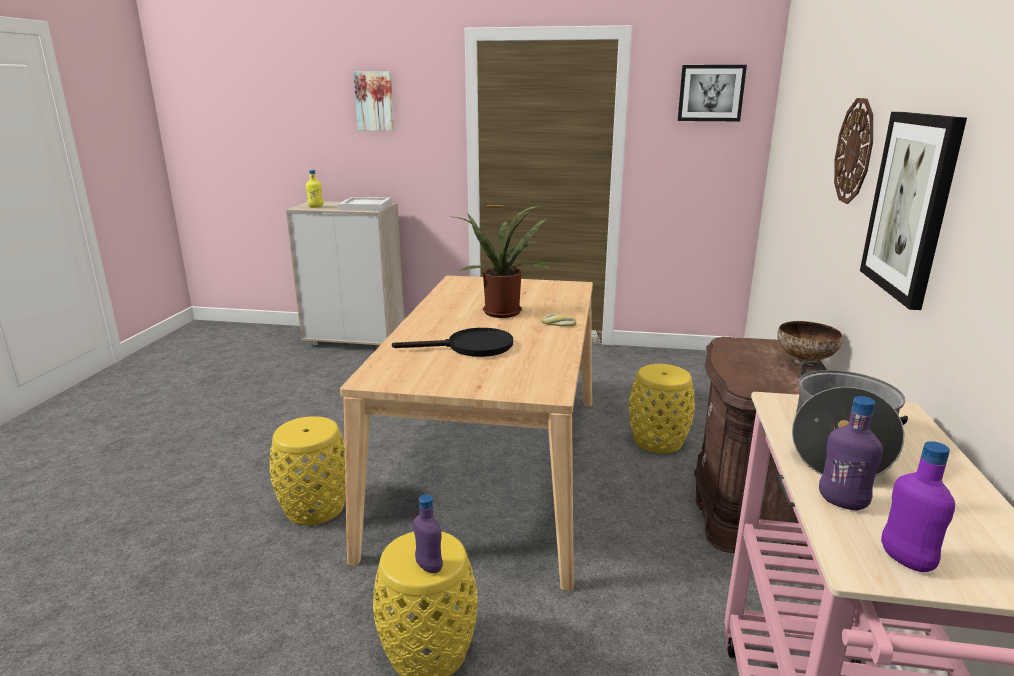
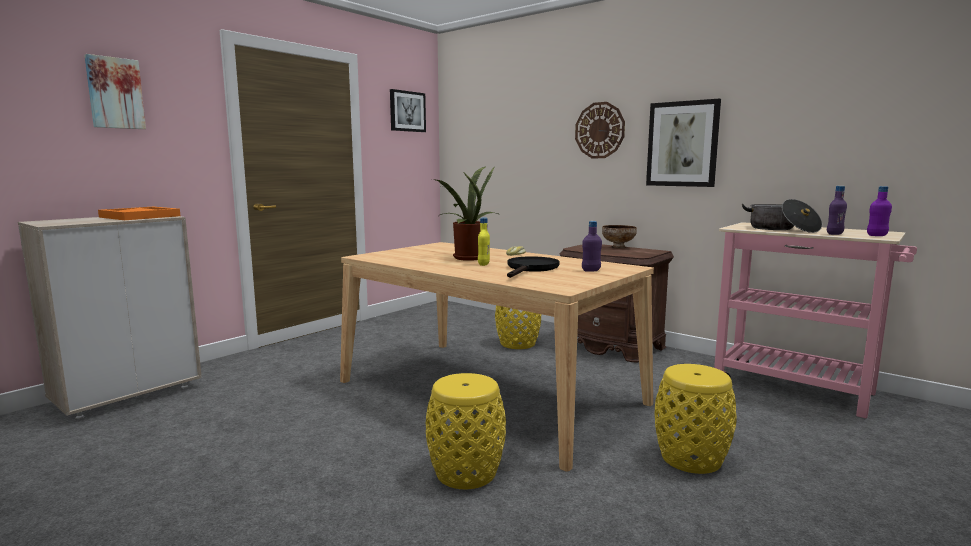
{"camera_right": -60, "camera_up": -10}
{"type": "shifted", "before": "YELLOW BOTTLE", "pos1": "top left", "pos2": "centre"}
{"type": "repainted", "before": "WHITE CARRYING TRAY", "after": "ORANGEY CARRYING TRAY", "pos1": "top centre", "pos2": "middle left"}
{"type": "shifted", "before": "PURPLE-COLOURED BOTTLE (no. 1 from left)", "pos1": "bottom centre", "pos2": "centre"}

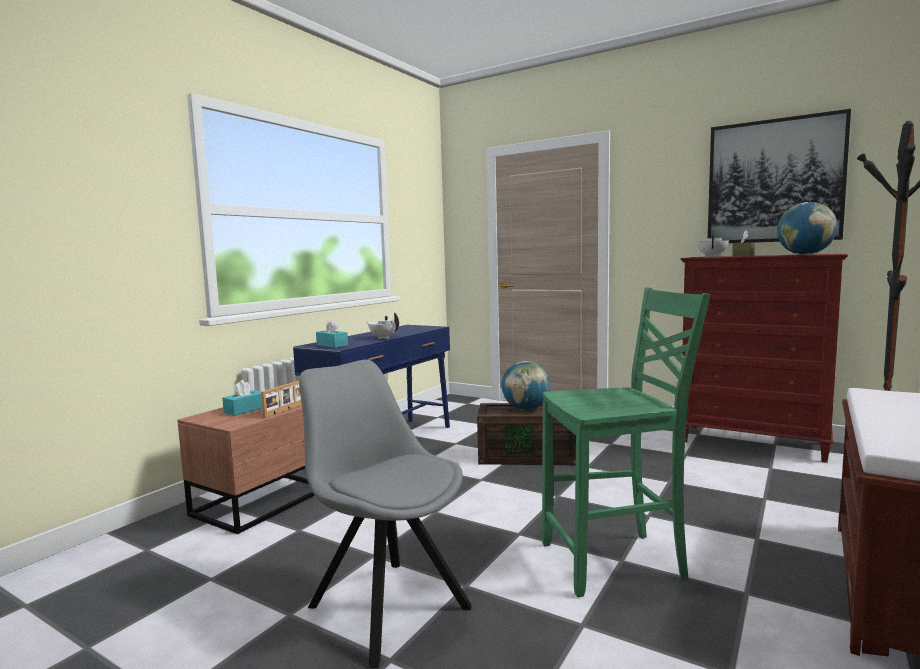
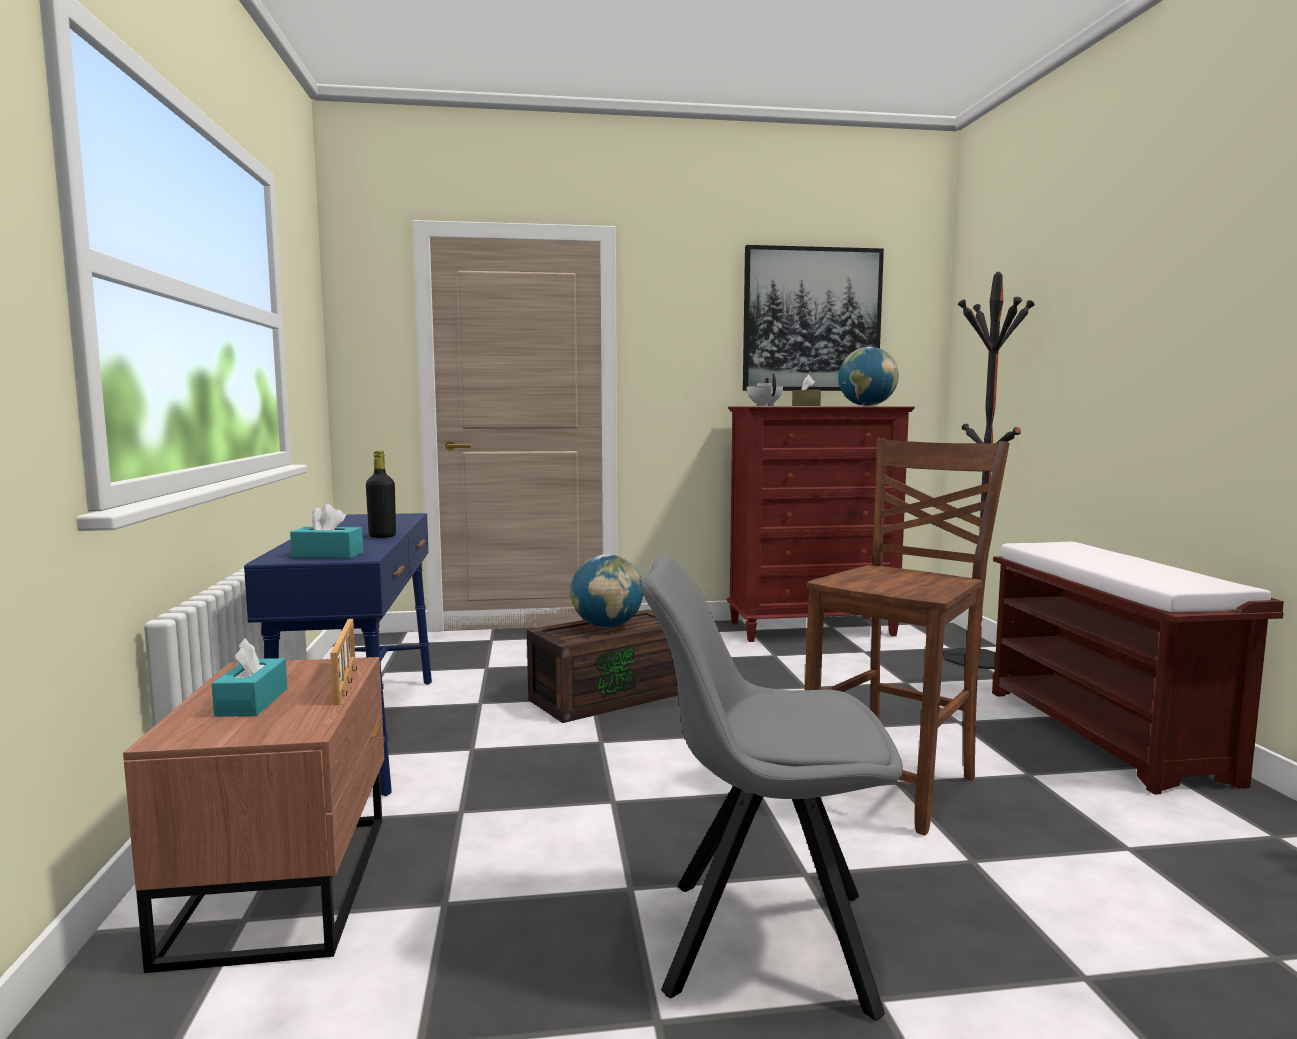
{"camera_right": -40, "camera_up": 0}
{"type": "swapped", "before": "WHITE POT FOR TEA (no. 1 from left)", "after": "BLACK-COLOURED BOTTLE", "pos1": "centre", "pos2": "middle left"}
{"type": "repainted", "before": "GREEN-COLOURED UPRIGHT CHAIR", "after": "BROWN UPRIGHT CHAIR", "pos1": "middle right", "pos2": "middle right"}

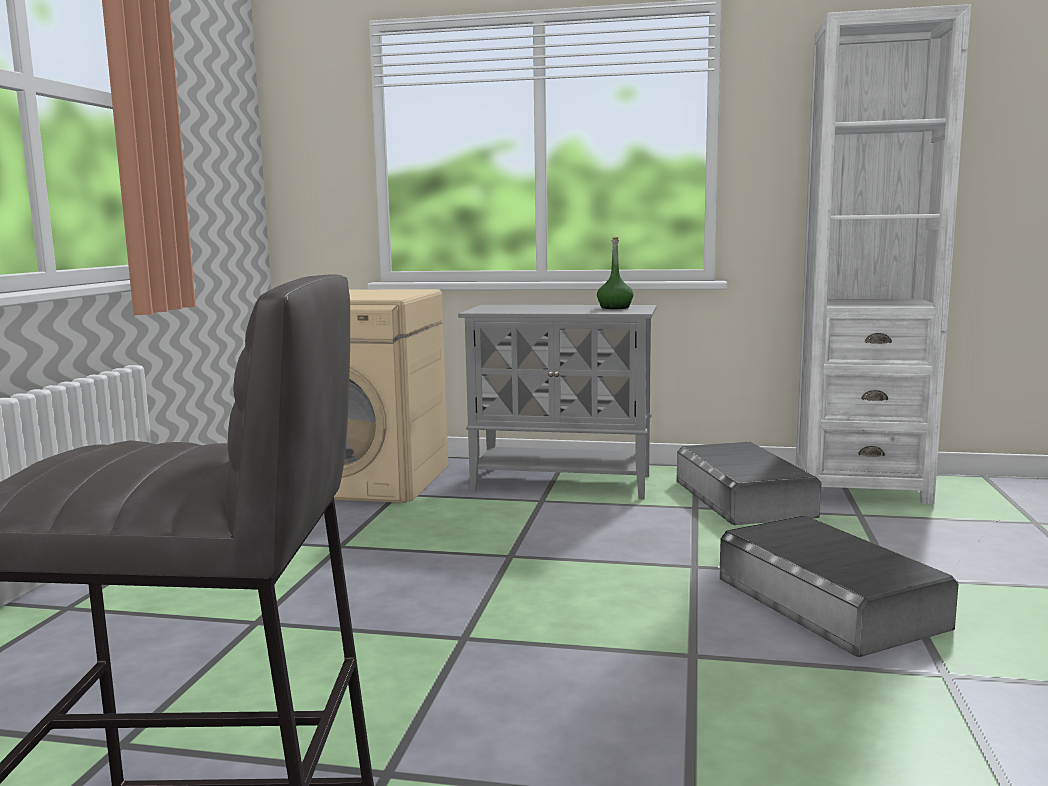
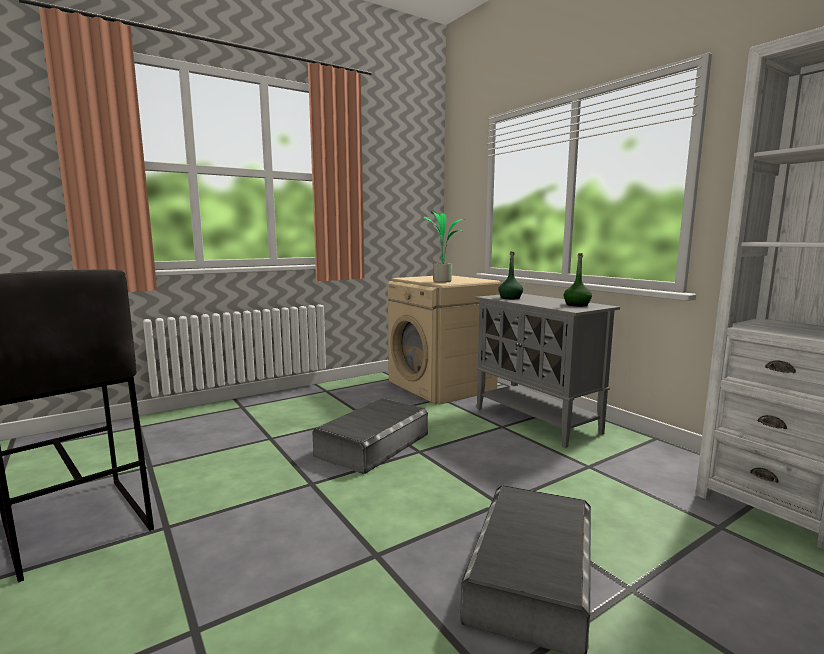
{"camera_right": 45, "camera_up": 0}
{"type": "shifted", "before": "GREYISH STORAGE BOX (no. 1 from left)", "pos1": "middle right", "pos2": "bottom centre"}
{"type": "new", "after": "HOUSEPLANT", "pos2": "centre"}
{"type": "new", "after": "GREEN-COLOURED BOTTLE (no. 1 from left)", "pos2": "centre"}

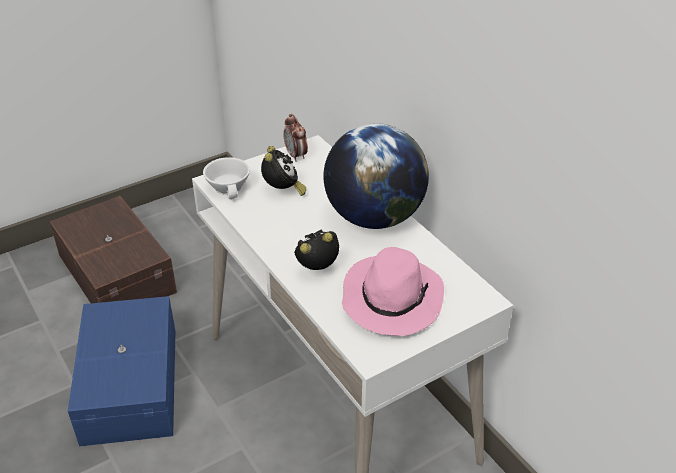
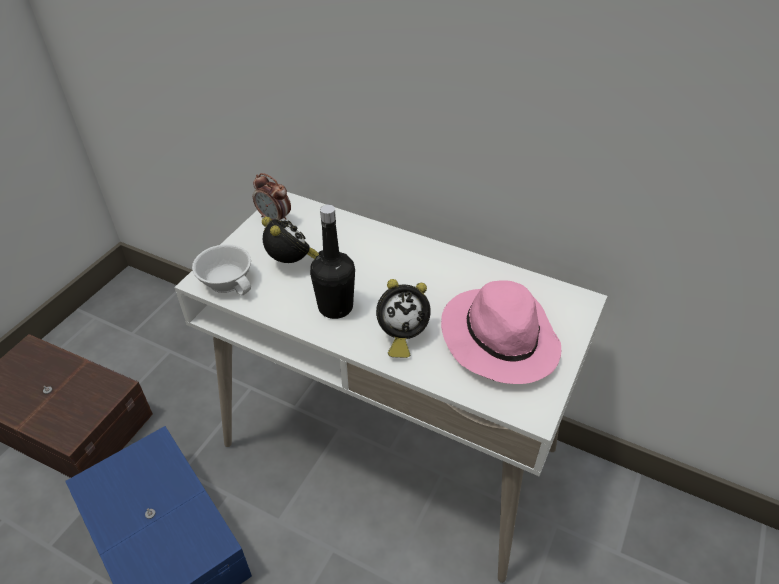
{"camera_right": -30, "camera_up": 5}
{"type": "rotated", "before": "ALARM CLOCK (no. 3 from left)", "pos1": "centre", "pos2": "centre", "turn": -135}
{"type": "gone", "before": "GLOBE", "pos1": "centre"}
{"type": "new", "after": "BLACK-COLOURED BOTTLE", "pos2": "centre"}

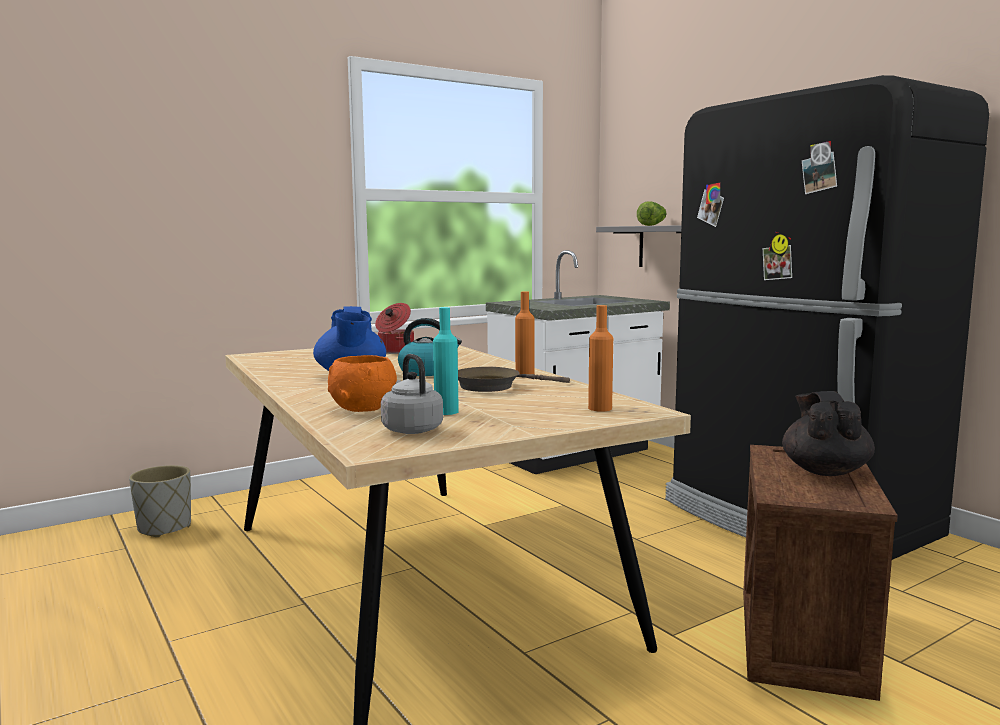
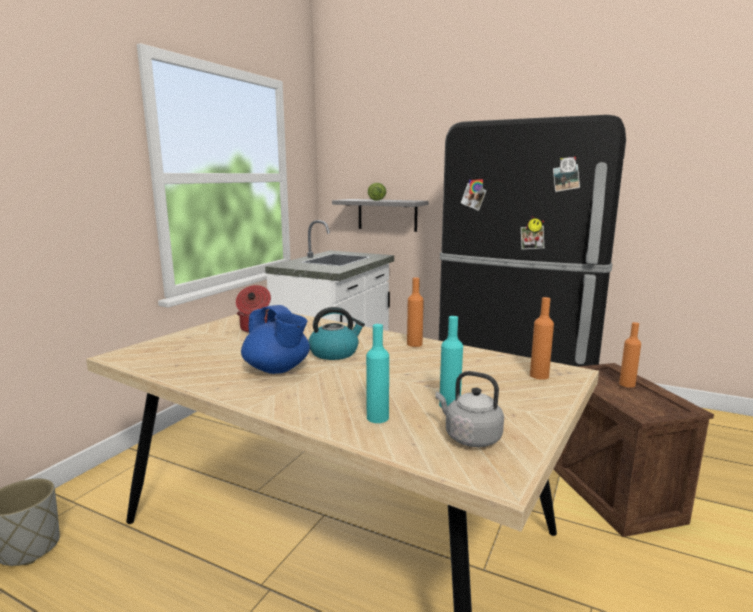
{"camera_right": -30, "camera_up": 5}
{"type": "swapped", "before": "ORANGEY SERVING BOWL", "after": "TURQUOISE-COLOURED BOTTLE (no. 1 from left)", "pos1": "centre", "pos2": "centre"}
{"type": "gone", "before": "BROWN PAN", "pos1": "centre"}
{"type": "swapped", "before": "BLACK-COLOURED POT FOR TEA", "after": "ORANGEY BOTTLE (no. 3 from left)", "pos1": "middle right", "pos2": "middle right"}

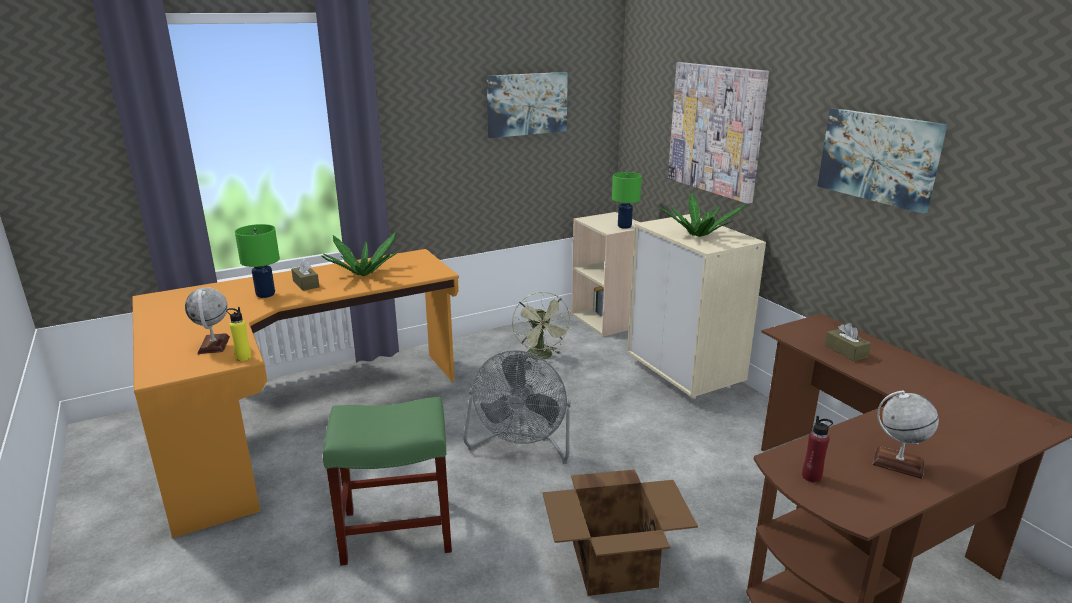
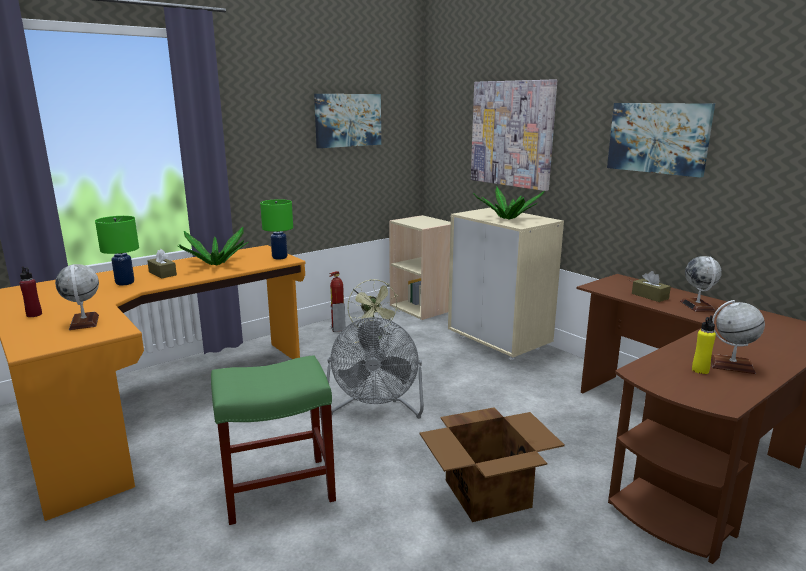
{"camera_right": -10, "camera_up": -5}
{"type": "shifted", "before": "YELLOW BOTTLE", "pos1": "middle left", "pos2": "middle right"}
{"type": "shifted", "before": "GREEN-COLOURED LAMP FOR A TABLE (no. 2 from left)", "pos1": "top centre", "pos2": "centre"}
{"type": "shifted", "before": "RED-COLOURED BOTTLE", "pos1": "bottom right", "pos2": "middle left"}
{"type": "new", "after": "FIRE-FIGHTING CYLINDER", "pos2": "centre"}
{"type": "new", "after": "GLOBE (no. 2 from left)", "pos2": "middle right"}

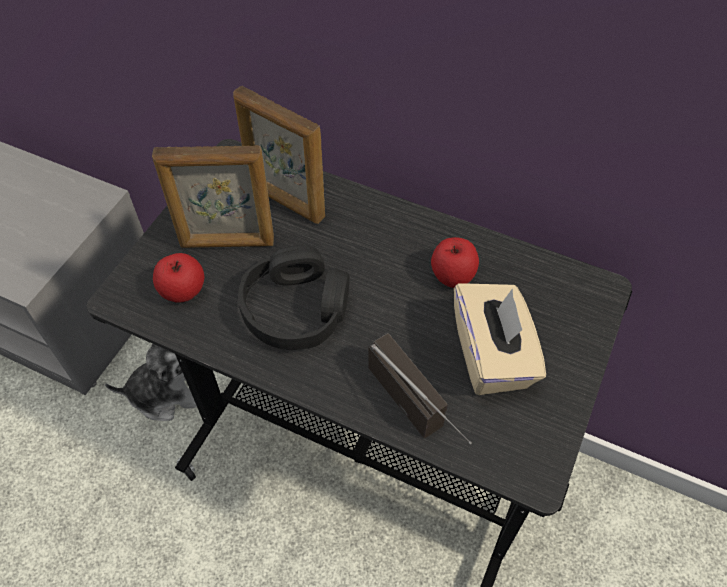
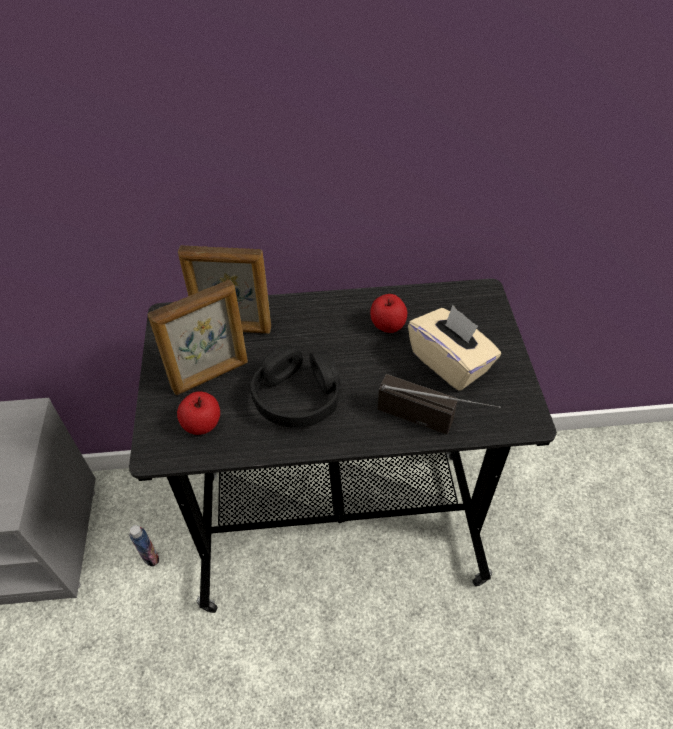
{"camera_right": -30, "camera_up": -5}
{"type": "swapped", "before": "PLUSH TOY", "after": "BOTTLE", "pos1": "middle left", "pos2": "bottom left"}

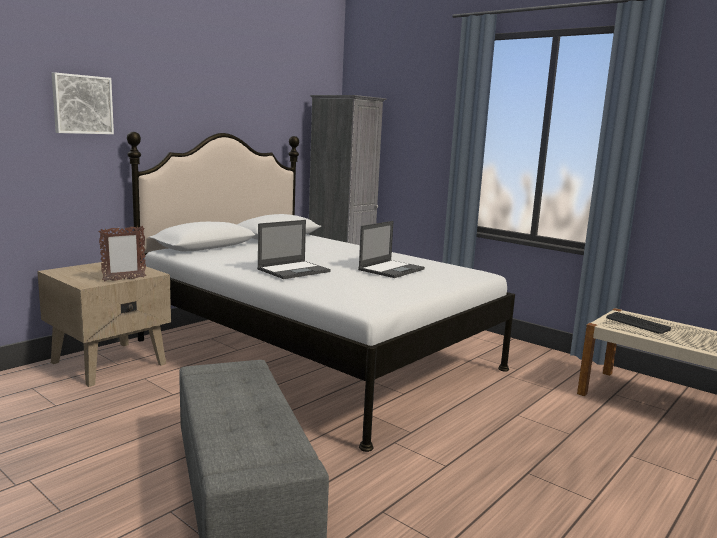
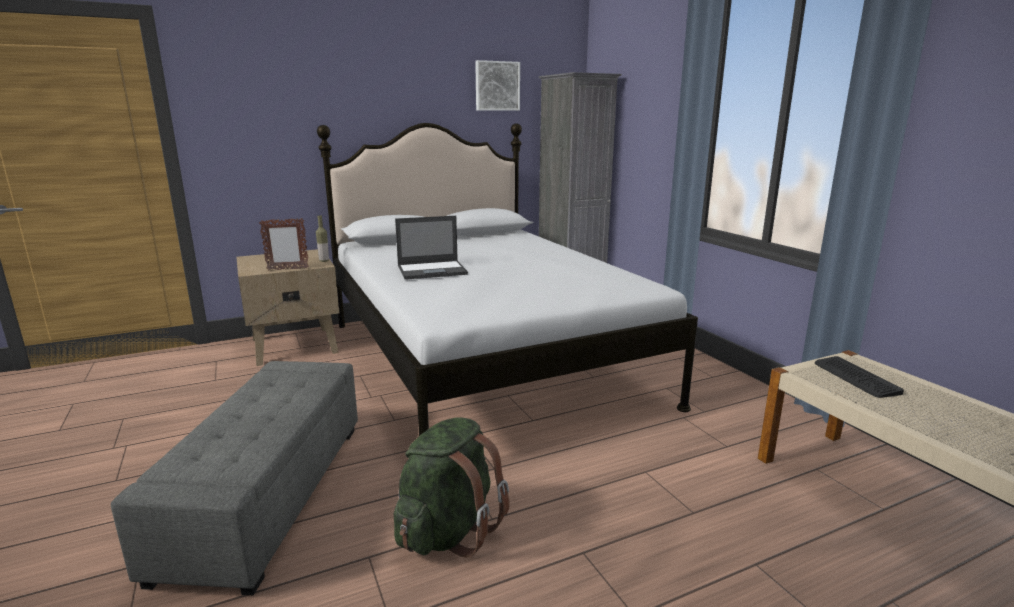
{"camera_right": 25, "camera_up": 5}
{"type": "shifted", "before": "PICTURE", "pos1": "top left", "pos2": "top centre"}
{"type": "gone", "before": "PORTABLE COMPUTER (no. 2 from left)", "pos1": "centre"}
{"type": "new", "after": "BOTTLE", "pos2": "middle left"}
{"type": "new", "after": "GREEN-COLOURED RUCKSACK", "pos2": "bottom centre"}

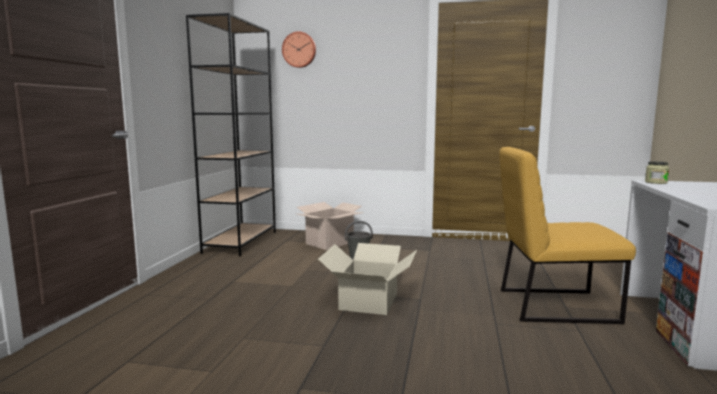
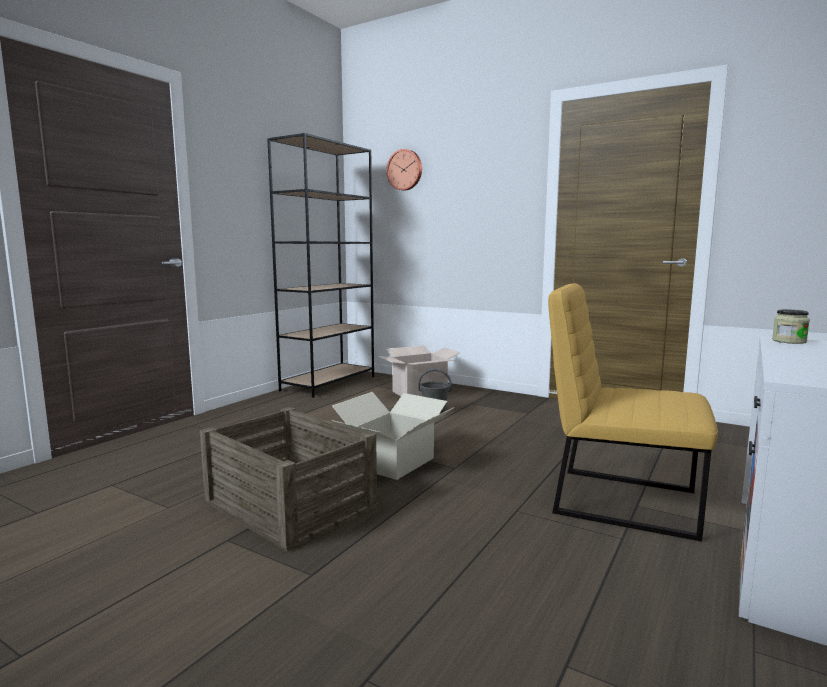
{"camera_right": 20, "camera_up": 0}
{"type": "new", "after": "CRATE", "pos2": "bottom centre"}

